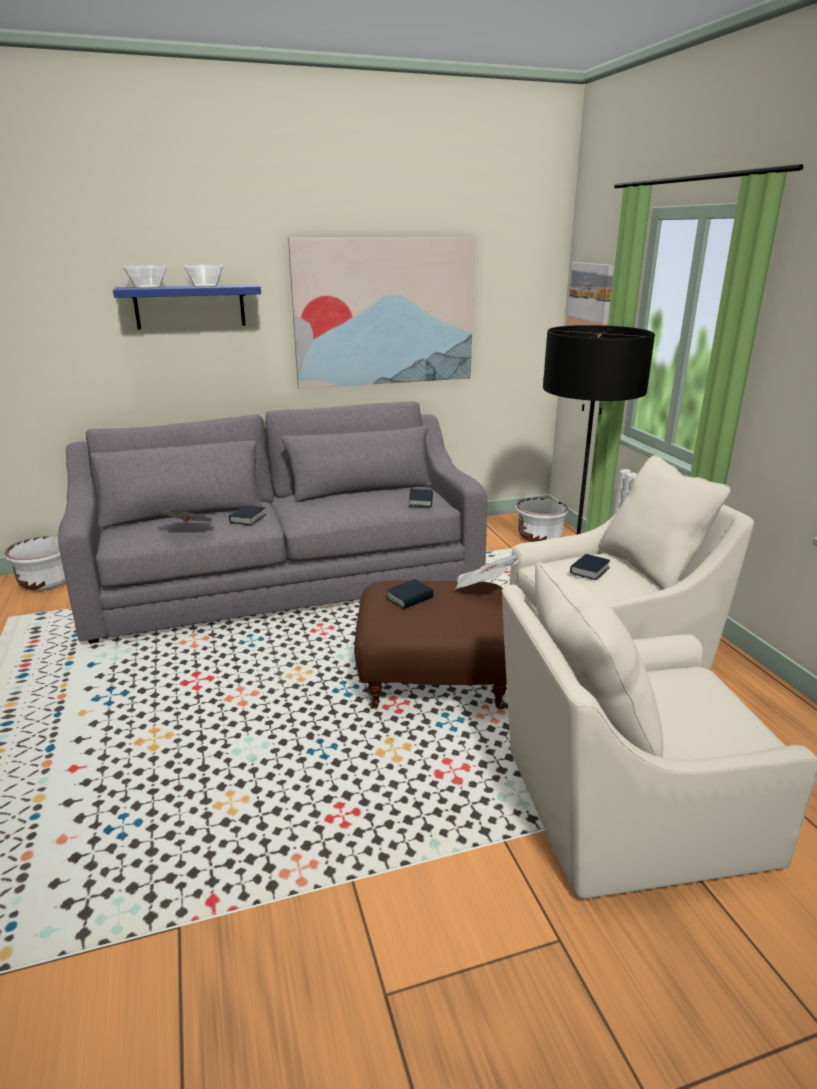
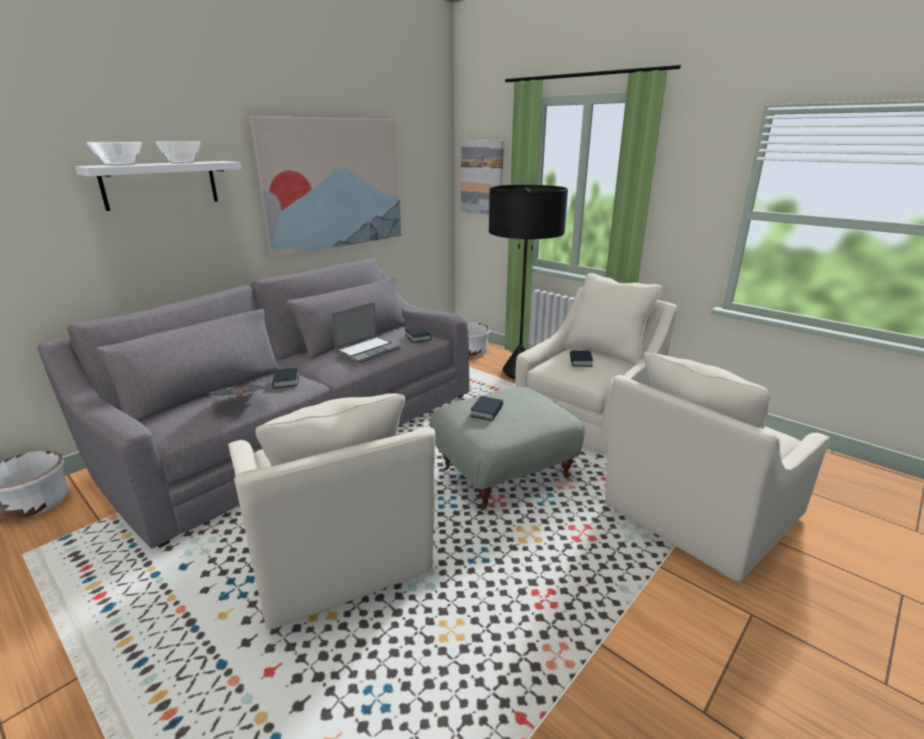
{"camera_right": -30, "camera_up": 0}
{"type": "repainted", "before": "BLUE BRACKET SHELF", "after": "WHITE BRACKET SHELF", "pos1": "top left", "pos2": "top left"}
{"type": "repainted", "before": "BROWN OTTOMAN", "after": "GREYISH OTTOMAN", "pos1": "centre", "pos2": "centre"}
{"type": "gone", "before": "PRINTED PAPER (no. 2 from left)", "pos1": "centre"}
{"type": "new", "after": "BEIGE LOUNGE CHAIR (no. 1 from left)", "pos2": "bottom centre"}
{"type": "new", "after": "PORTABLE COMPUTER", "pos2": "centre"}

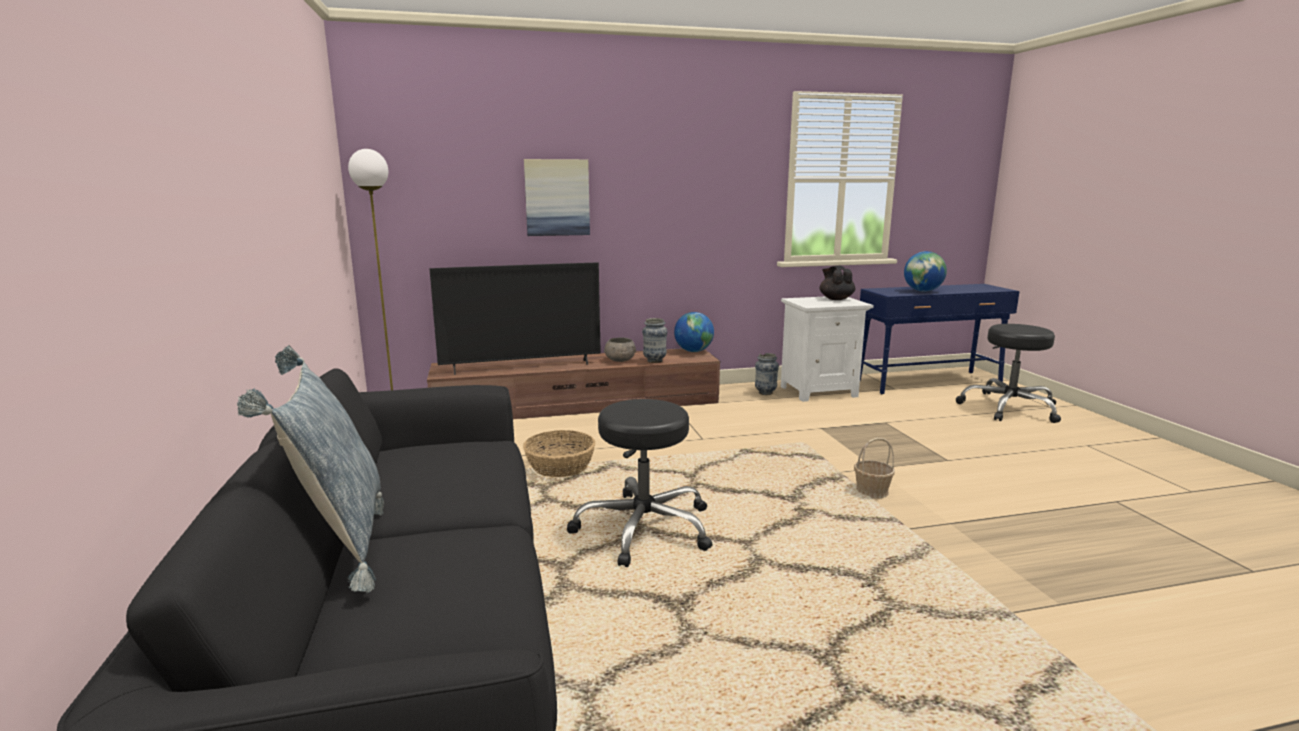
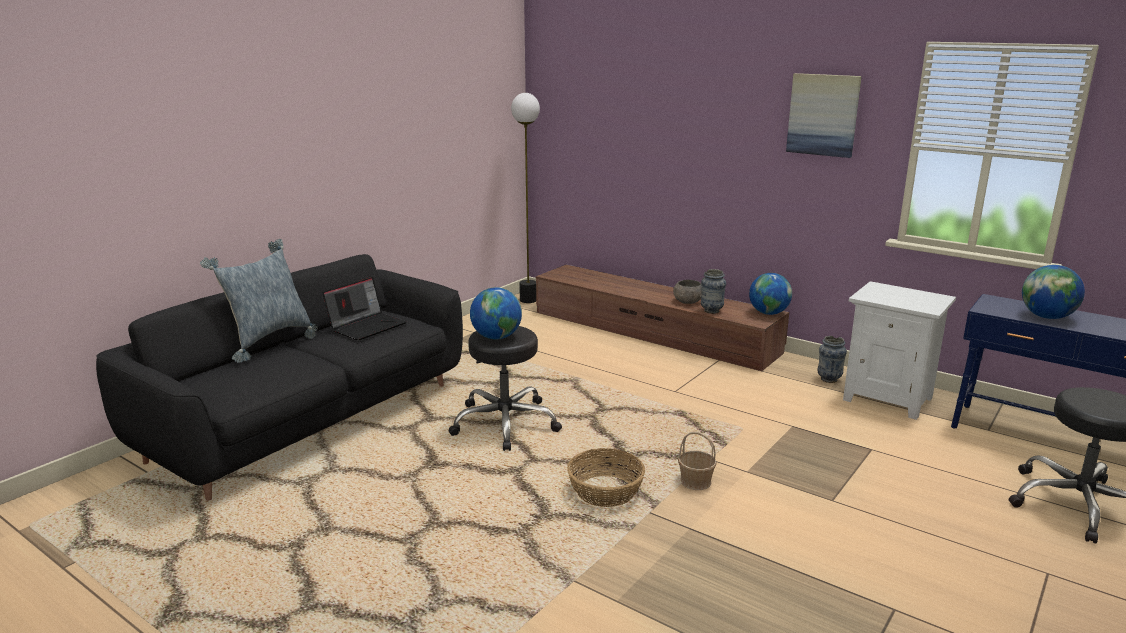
{"camera_right": 50, "camera_up": 5}
{"type": "gone", "before": "TELEVISION", "pos1": "centre"}
{"type": "shifted", "before": "BASKET (no. 1 from left)", "pos1": "centre", "pos2": "bottom centre"}
{"type": "shifted", "before": "PICTURE", "pos1": "top centre", "pos2": "top right"}
{"type": "gone", "before": "BLACK-COLOURED POT FOR TEA", "pos1": "centre"}
{"type": "new", "after": "PORTABLE COMPUTER", "pos2": "middle left"}
{"type": "new", "after": "GLOBE (no. 1 from left)", "pos2": "centre"}

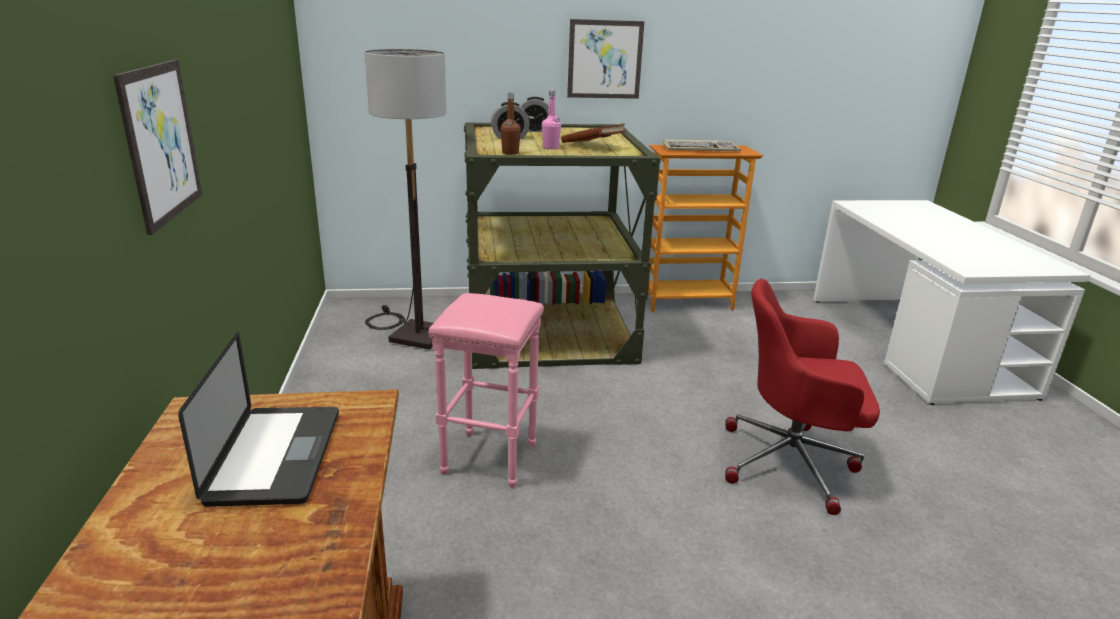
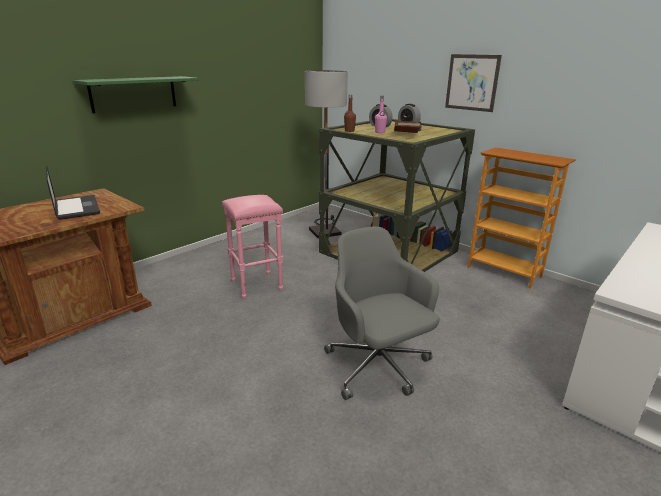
{"camera_right": 50, "camera_up": 0}
{"type": "swapped", "before": "PICTURE (no. 1 from left)", "after": "GREEN-COLOURED BRACKET SHELF", "pos1": "top left", "pos2": "top left"}
{"type": "rotated", "before": "PORTABLE COMPUTER", "pos1": "bottom left", "pos2": "middle left", "turn": -75}
{"type": "gone", "before": "KEYBOARD", "pos1": "top centre"}
{"type": "repainted", "before": "RED-COLOURED COMPUTER CHAIR", "after": "GREYISH COMPUTER CHAIR", "pos1": "middle right", "pos2": "centre"}

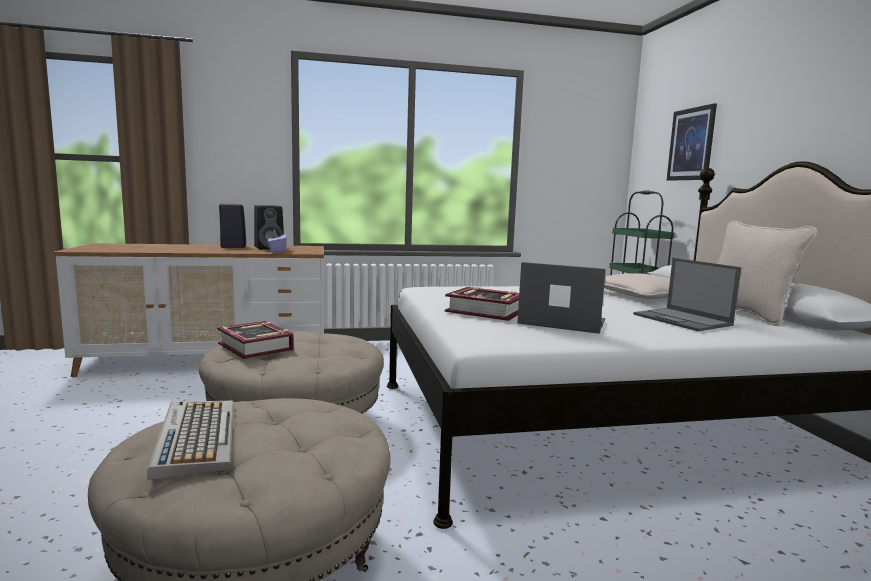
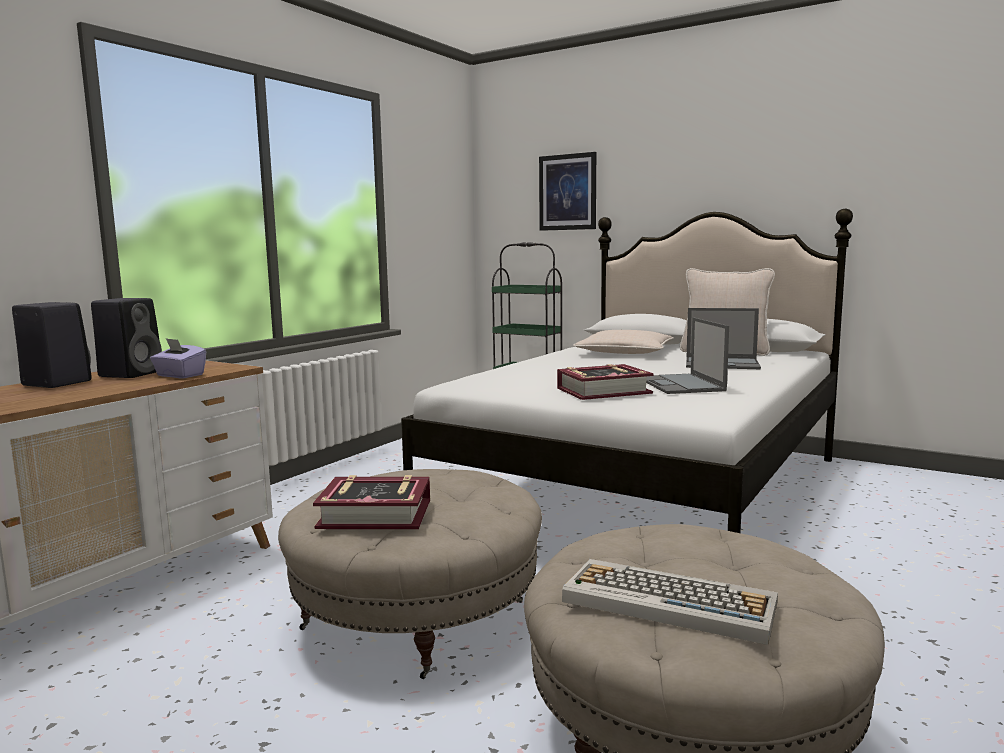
{"camera_right": -45, "camera_up": 0}
{"type": "rotated", "before": "PORTABLE COMPUTER (no. 1 from left)", "pos1": "centre", "pos2": "middle right", "turn": -75}

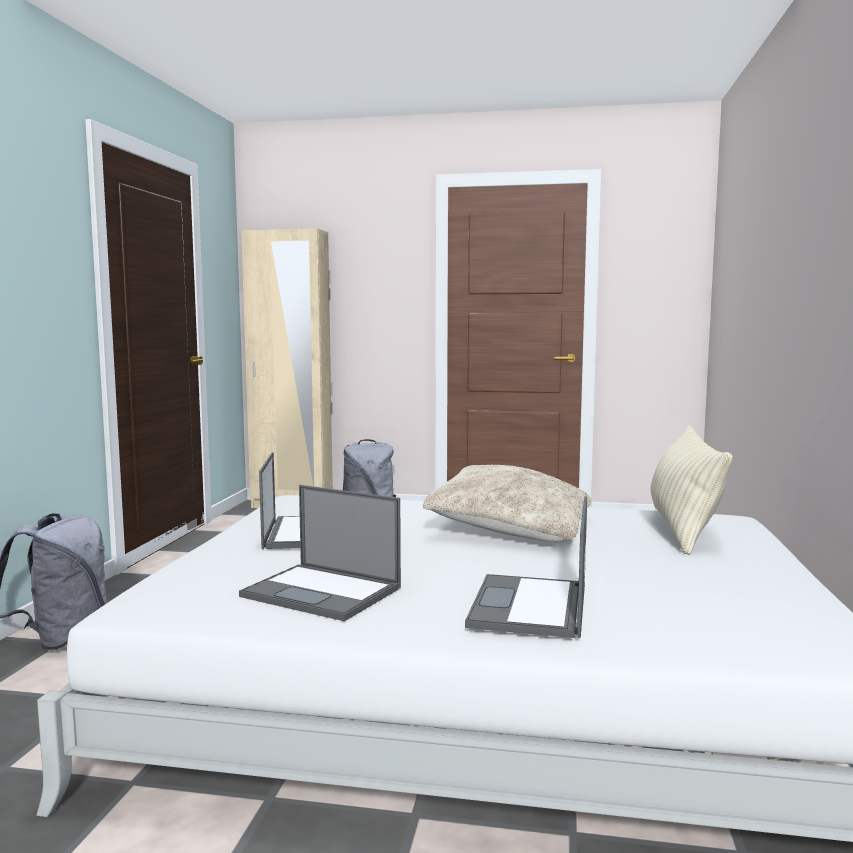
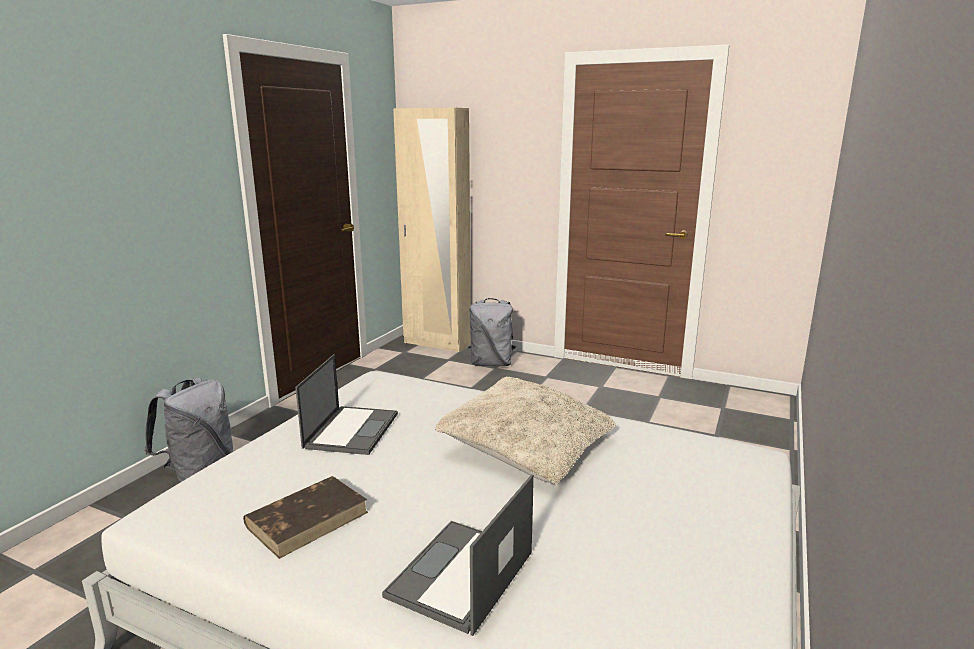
{"camera_right": 15, "camera_up": 10}
{"type": "swapped", "before": "PORTABLE COMPUTER (no. 2 from left)", "after": "BROWN BOOK", "pos1": "centre", "pos2": "bottom left"}
{"type": "gone", "before": "BEIGE THROW PILLOW (no. 2 from left)", "pos1": "middle right"}

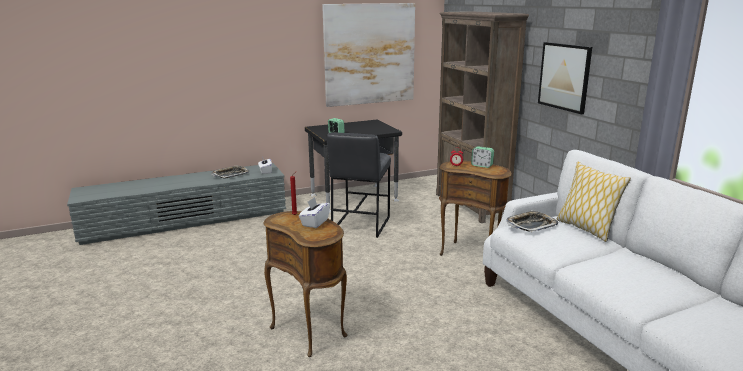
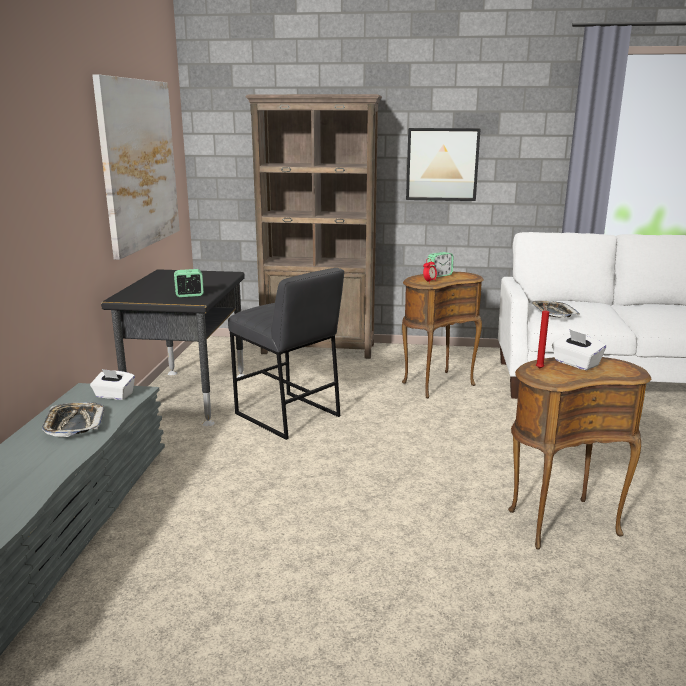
{"camera_right": -60, "camera_up": 0}
{"type": "gone", "before": "THROW PILLOW", "pos1": "middle right"}

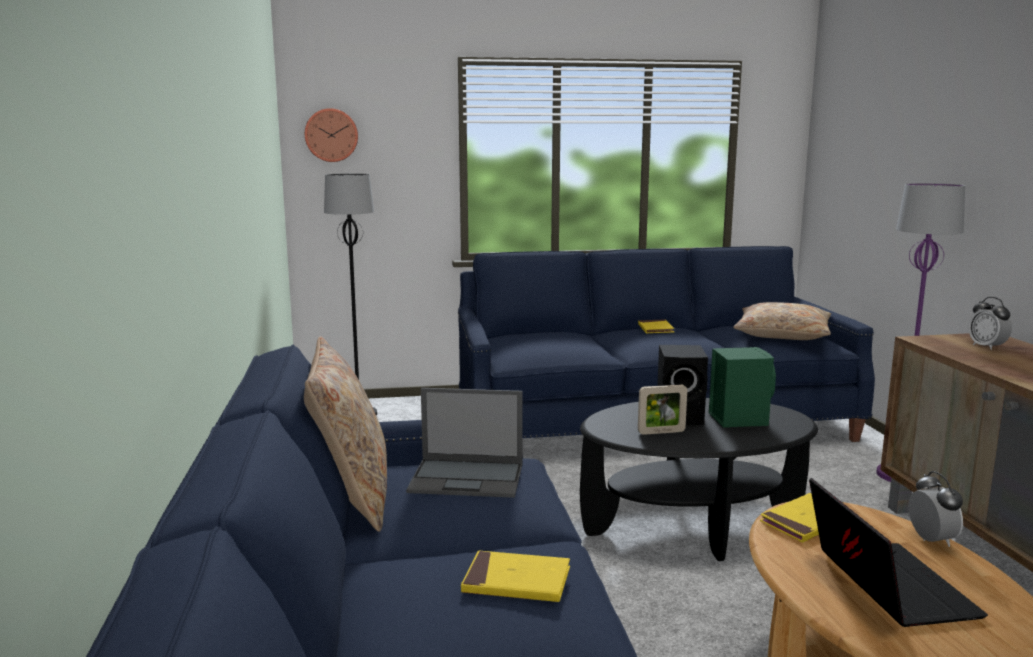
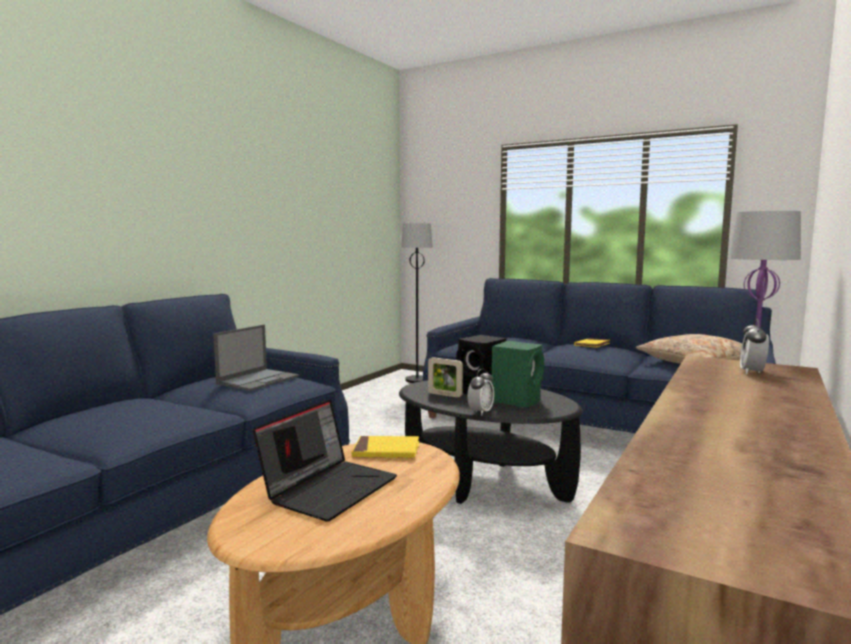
{"camera_right": 40, "camera_up": -5}
{"type": "gone", "before": "BEIGE THROW PILLOW (no. 1 from left)", "pos1": "centre"}
{"type": "gone", "before": "HANGING CLOCK", "pos1": "top left"}
{"type": "rotated", "before": "PORTABLE COMPUTER (no. 1 from left)", "pos1": "bottom centre", "pos2": "middle left", "turn": -105}
{"type": "gone", "before": "YELLOW BOOK (no. 1 from left)", "pos1": "bottom centre"}
{"type": "shifted", "before": "ALARM CLOCK (no. 1 from left)", "pos1": "bottom right", "pos2": "centre"}

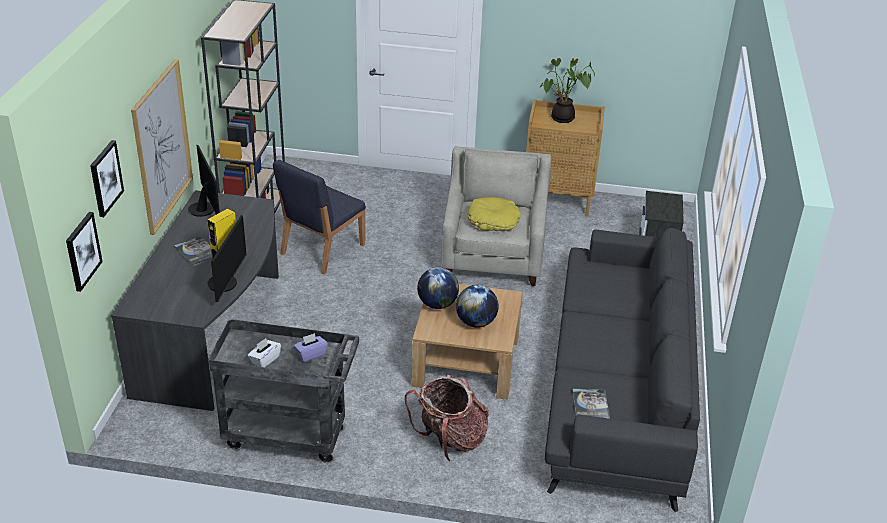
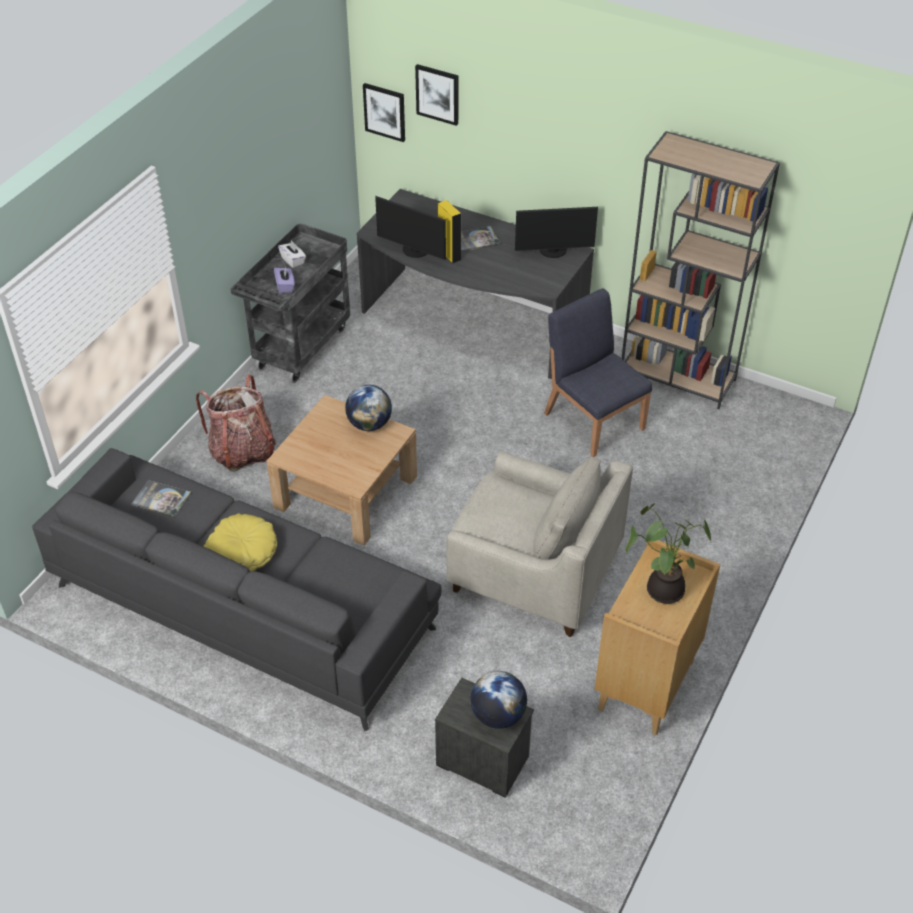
{"camera_right": 110, "camera_up": 10}
{"type": "gone", "before": "PICTURE (no. 3 from left)", "pos1": "top left"}
{"type": "shifted", "before": "GLOBE (no. 2 from left)", "pos1": "centre", "pos2": "bottom centre"}
{"type": "shifted", "before": "YELLOW THROW PILLOW", "pos1": "centre", "pos2": "middle left"}

